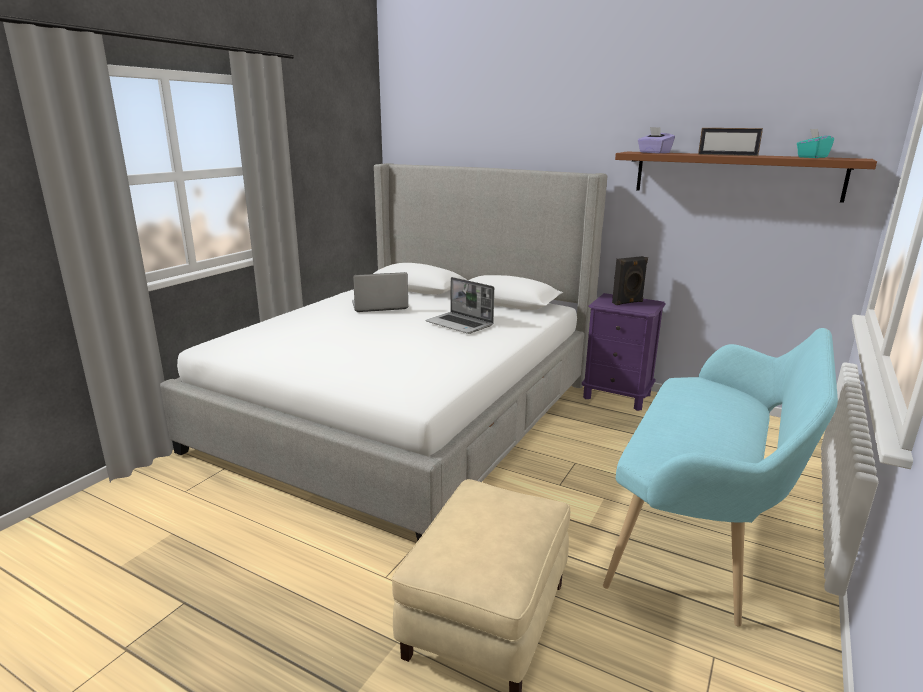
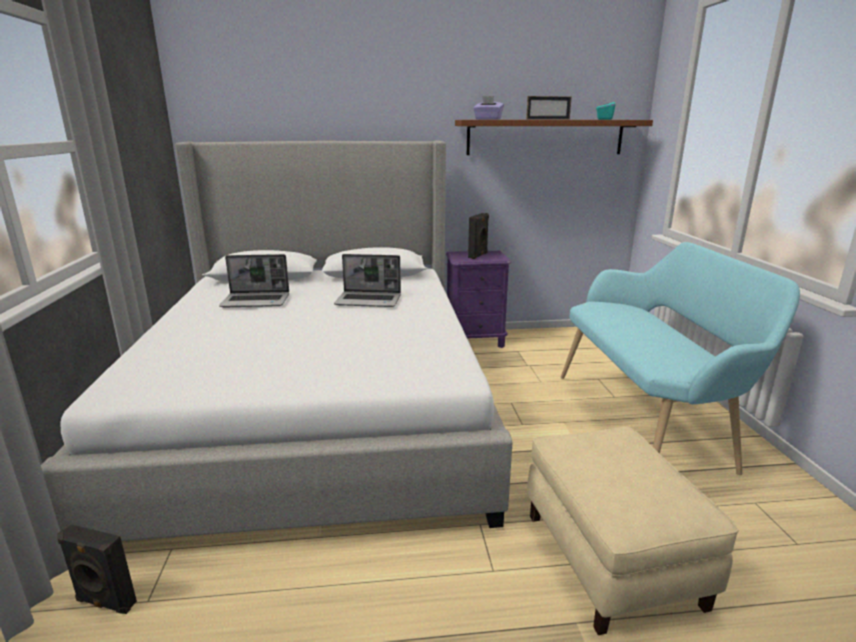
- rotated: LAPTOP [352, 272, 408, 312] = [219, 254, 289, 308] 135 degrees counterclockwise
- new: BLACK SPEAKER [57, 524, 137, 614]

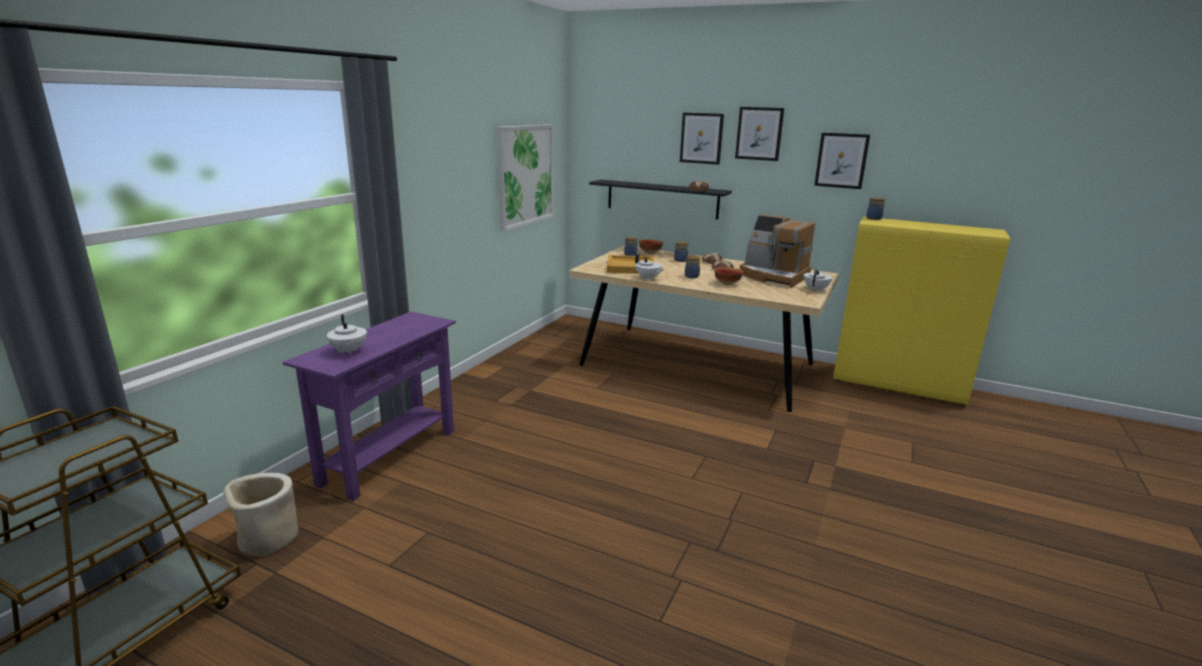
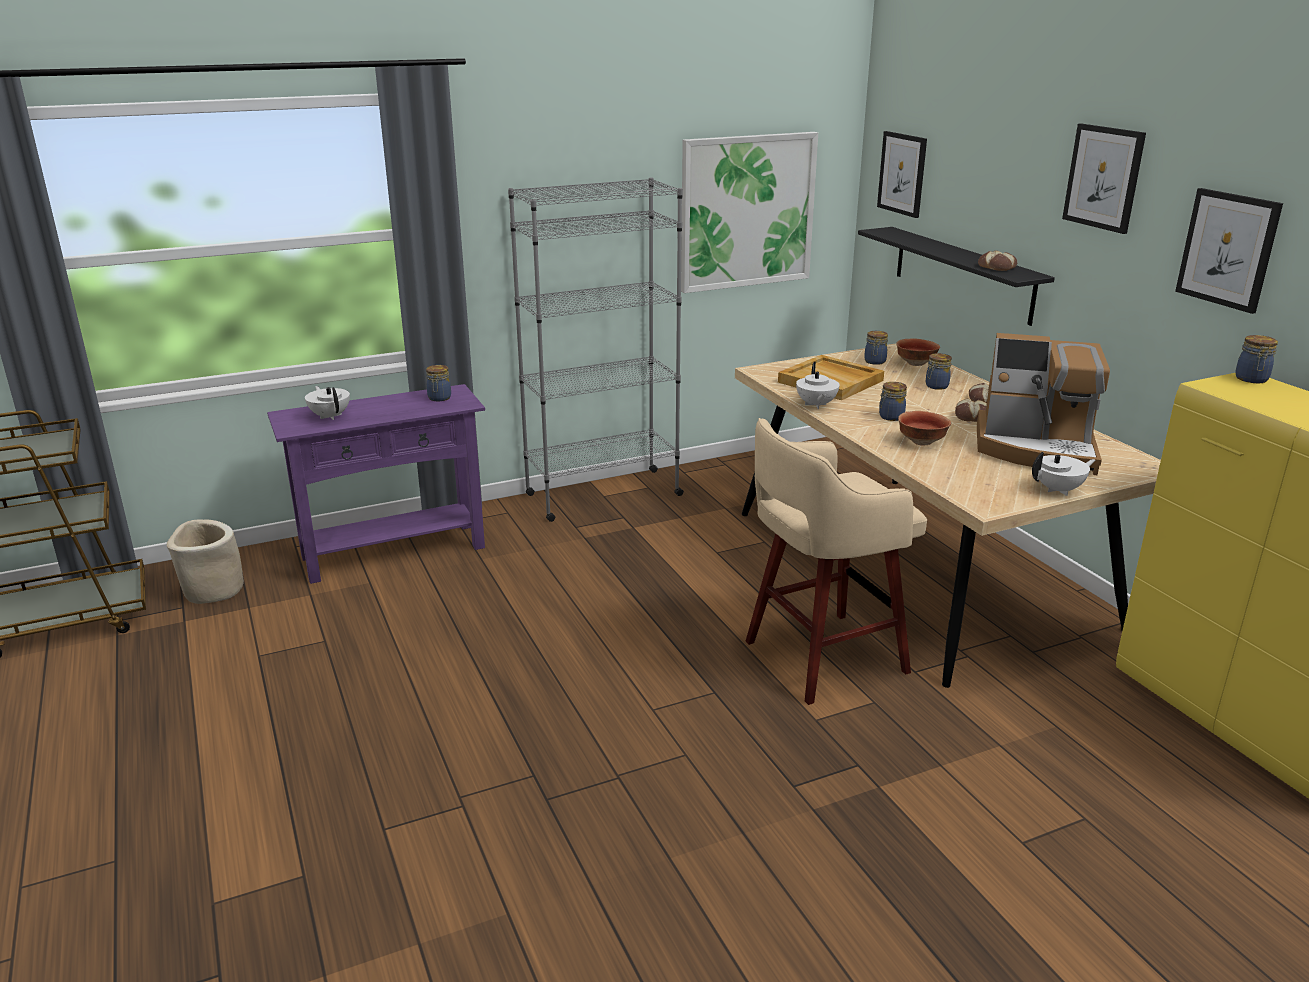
- shifted: PICTURE [680, 112, 724, 165] to [877, 131, 927, 218]
- rotated: COFFEE MACHINE [740, 215, 815, 288] = [977, 333, 1110, 475] 60 degrees counterclockwise
- rotated: WHITE TEAPOT [327, 315, 367, 355] = [305, 386, 350, 420] 135 degrees clockwise
- new: GREY BOOKCASE [508, 178, 684, 522]
- new: JAR [426, 365, 451, 401]
- new: BEIGE STOOL [746, 418, 927, 705]

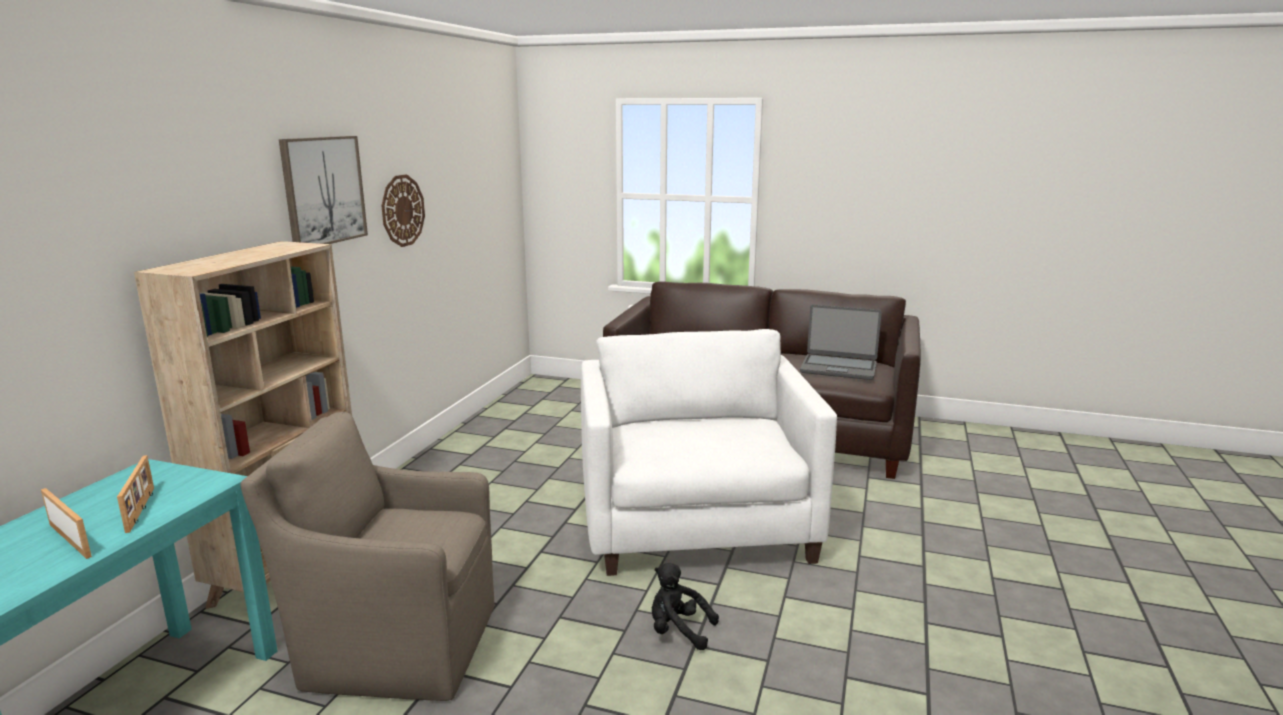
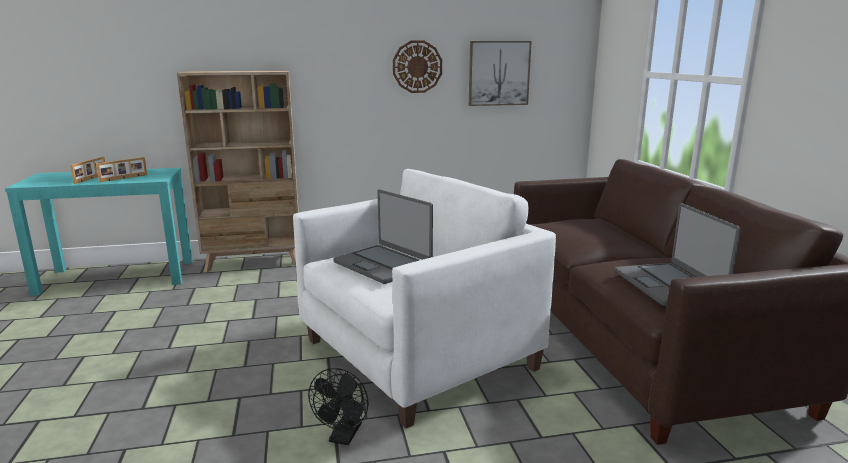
- shifted: PICTURE [279, 136, 368, 244] to [469, 41, 531, 106]
- gone: BROWN ARMCHAIR [240, 412, 494, 701]
- gone: BLACK PLUSH TOY [652, 563, 719, 650]
- new: LAPTOP [334, 189, 433, 284]
- new: BLACK FAN [308, 368, 368, 445]

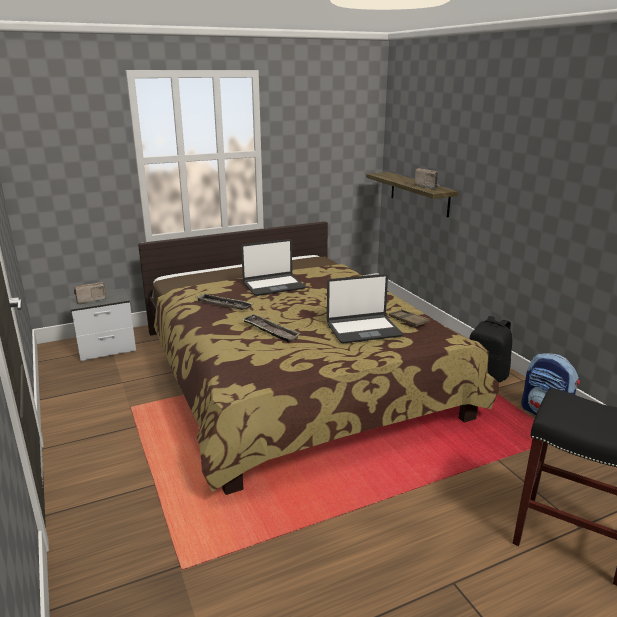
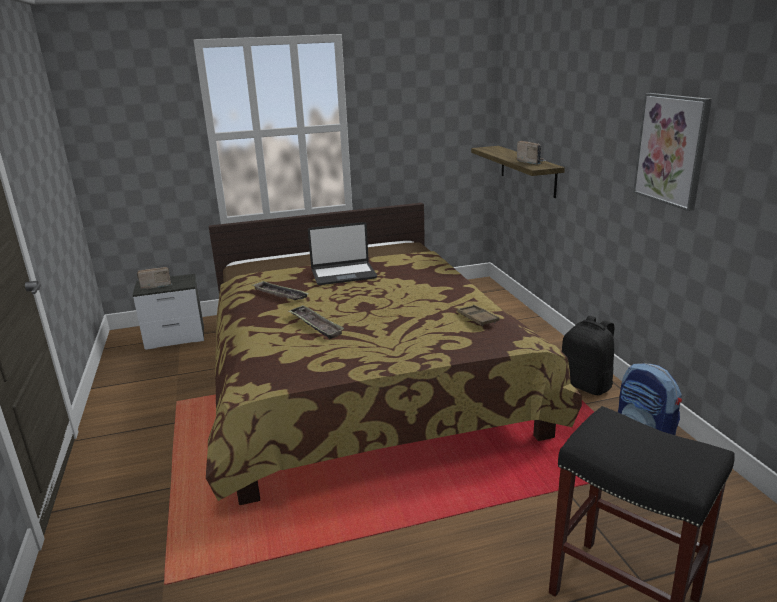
- gone: LAPTOP [327, 274, 403, 343]
- new: PICTURE [633, 93, 712, 211]

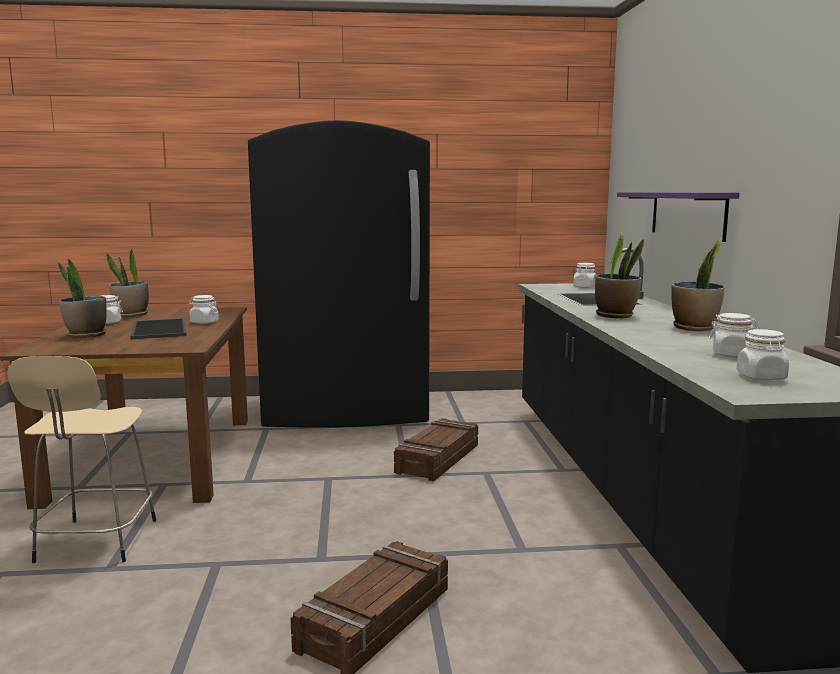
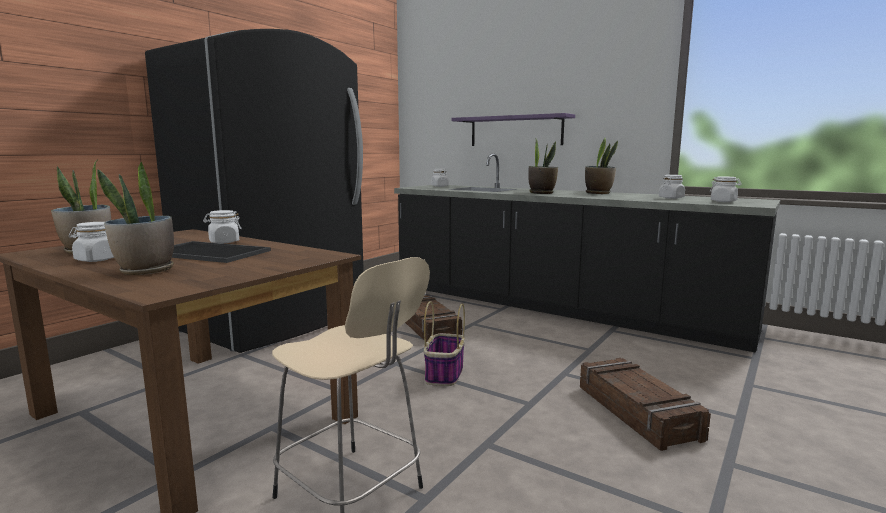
- new: BASKET [424, 301, 465, 386]

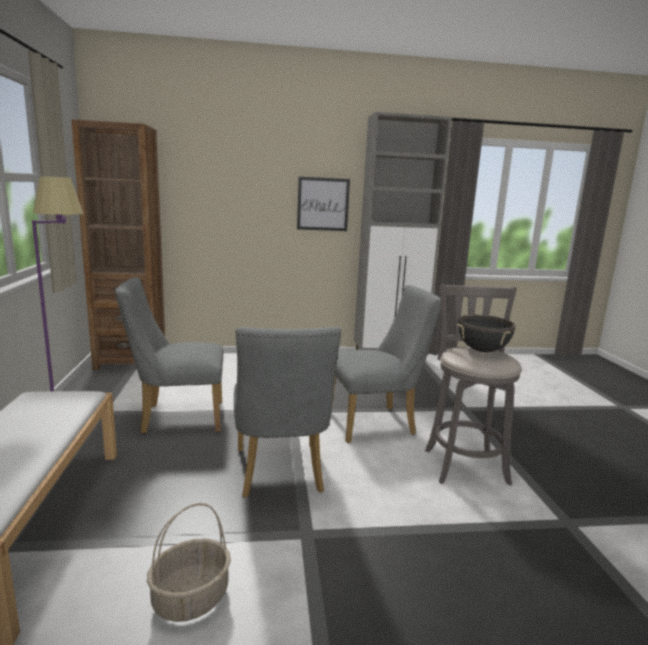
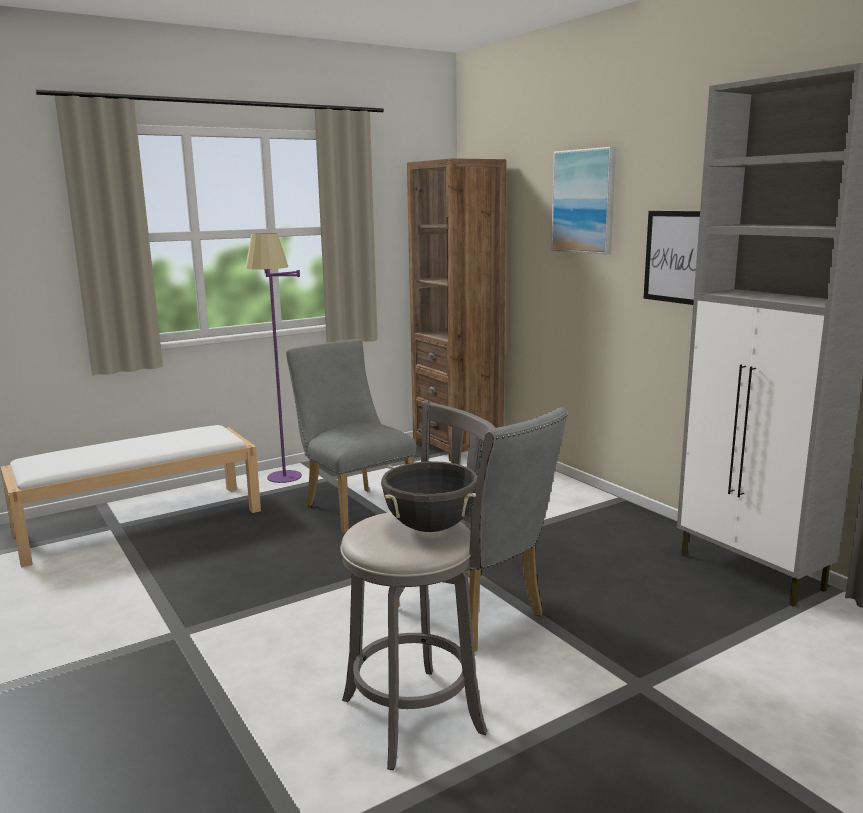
- gone: GREY CHAIR [234, 327, 341, 498]
- gone: BASKET [147, 503, 231, 622]
- new: PICTURE [551, 147, 616, 254]

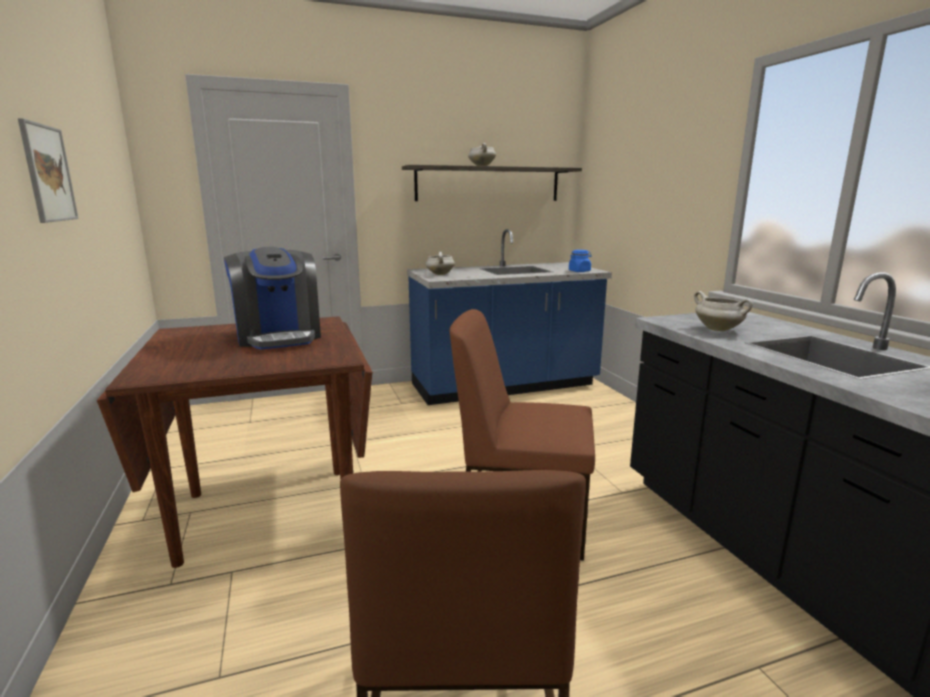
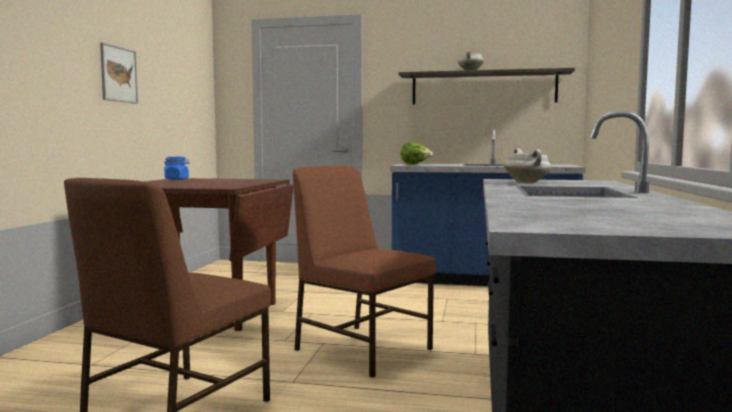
- gone: COFFEE MACHINE [224, 247, 321, 349]
- shifted: BLUE JAR [569, 250, 591, 272] to [164, 157, 189, 180]
- swapped: WHITE COOKING POT [426, 252, 455, 275] to LETTUCE [400, 142, 433, 164]

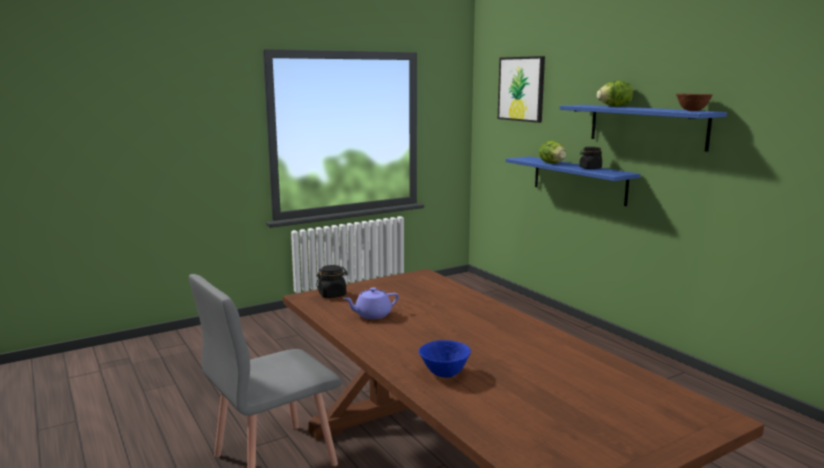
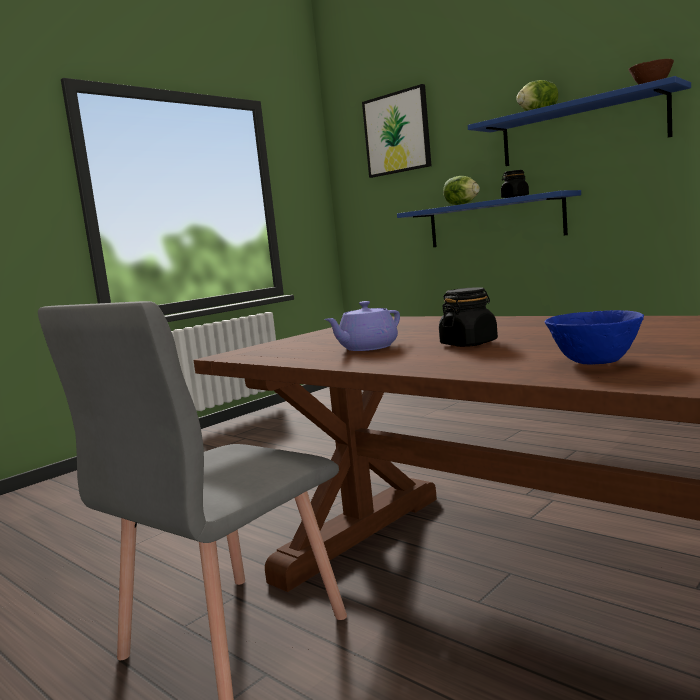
- shifted: BLACK JAR [316, 265, 348, 298] to [439, 287, 498, 347]

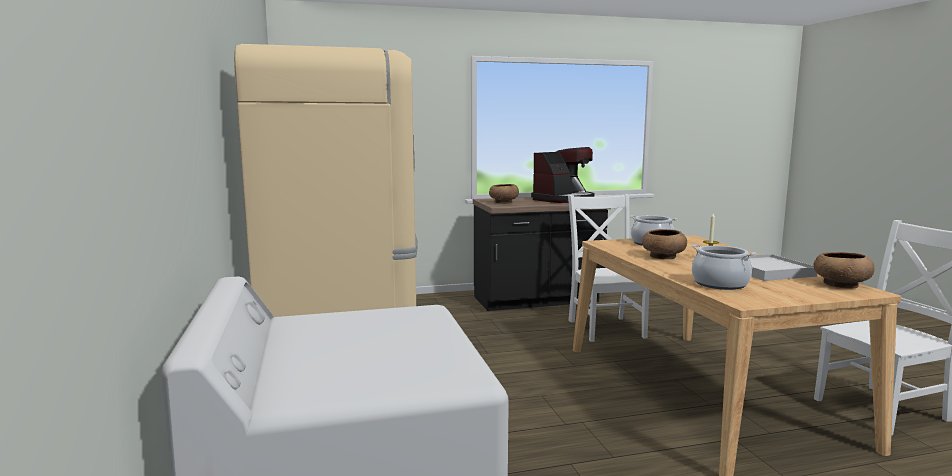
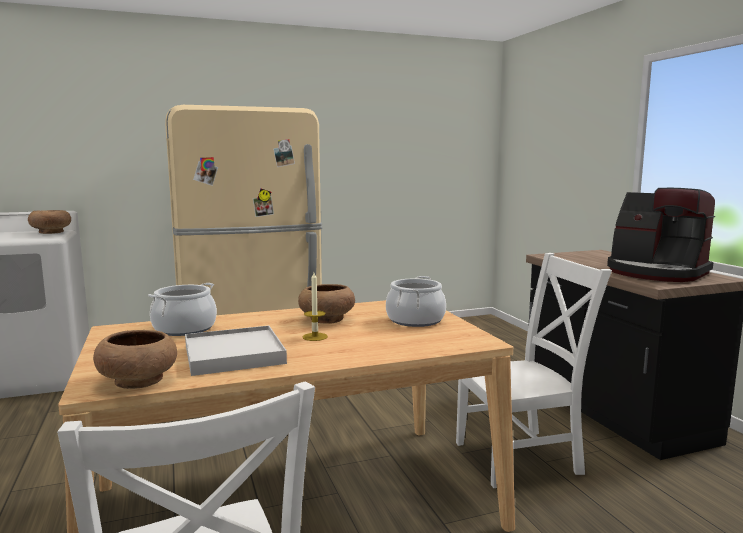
- shifted: BROWN BOWL [489, 184, 519, 204] to [28, 210, 71, 234]

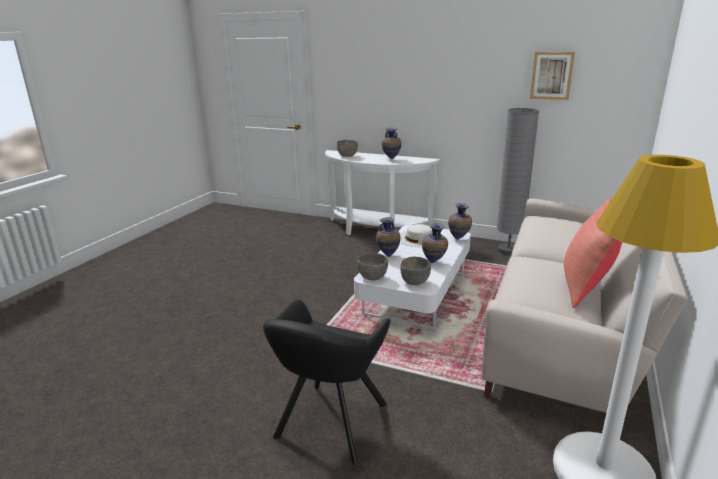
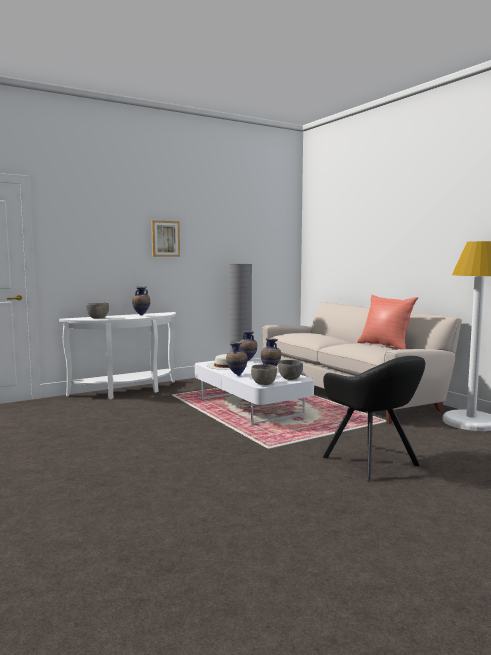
- shifted: PICTURE [530, 52, 575, 100] to [151, 220, 180, 257]

